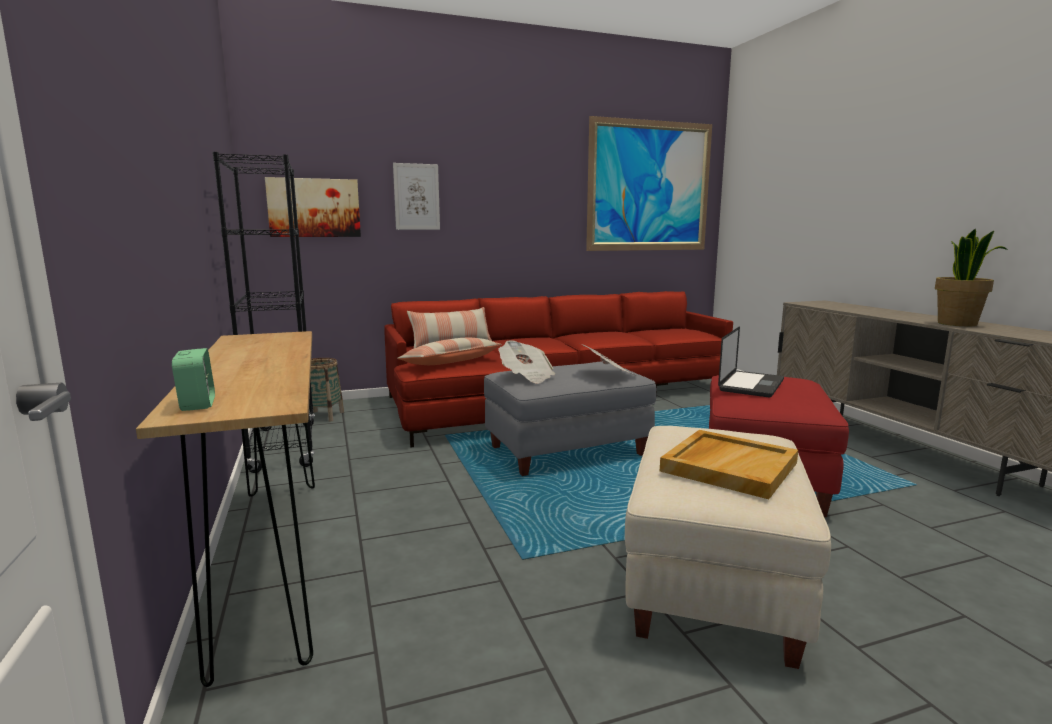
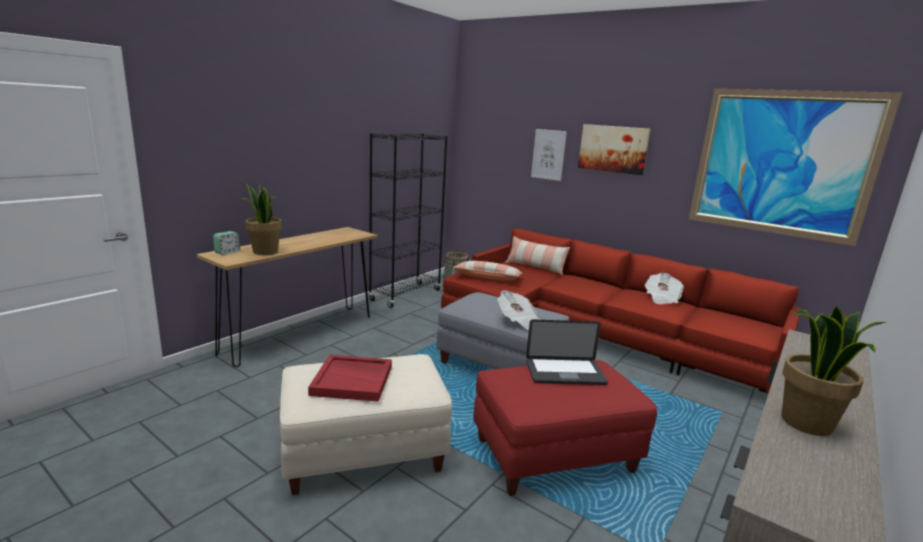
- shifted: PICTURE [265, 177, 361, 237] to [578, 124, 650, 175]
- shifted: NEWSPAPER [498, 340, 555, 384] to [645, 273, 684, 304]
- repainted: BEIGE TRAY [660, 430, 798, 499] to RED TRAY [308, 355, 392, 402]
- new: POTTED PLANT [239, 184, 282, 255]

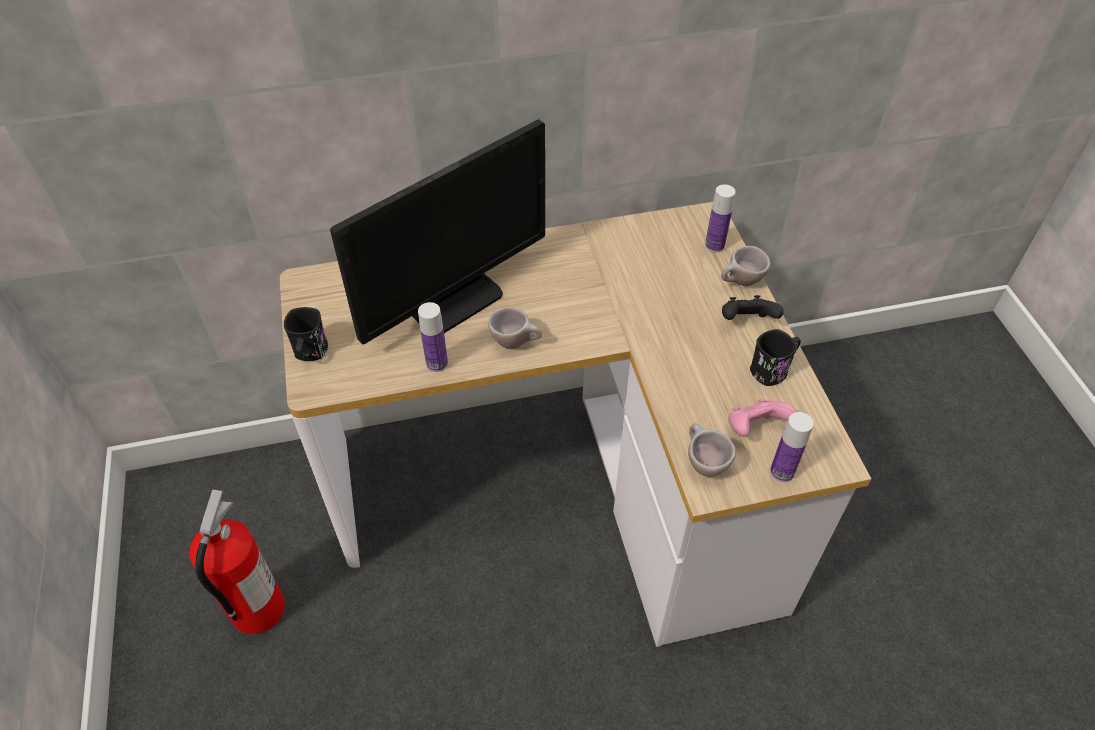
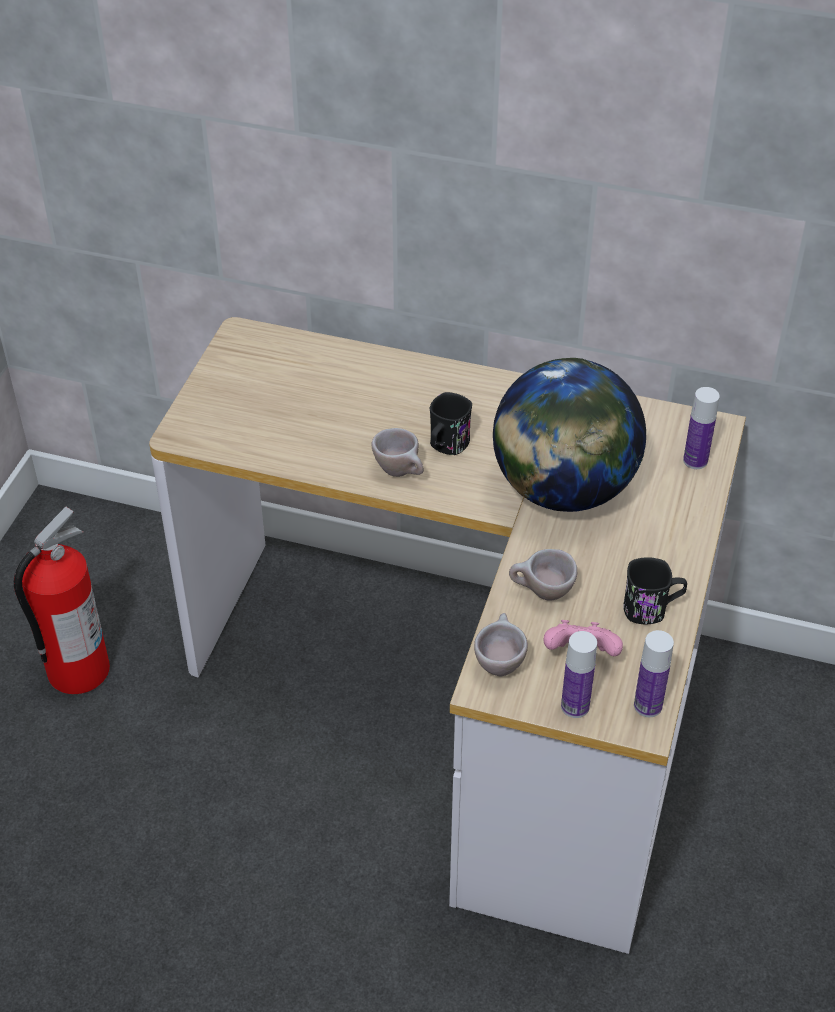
- gone: MONITOR [330, 119, 545, 344]
- shifted: BEIGE CUP [721, 246, 770, 286] to [509, 549, 577, 601]
- gone: BLACK GAME CONTROLLER [722, 295, 784, 320]
- shifted: BOTTLE [418, 302, 448, 372] to [634, 630, 674, 717]
- shifted: BLACK MUG [284, 307, 328, 361] to [430, 392, 472, 455]
- new: GLOBE [493, 358, 646, 512]

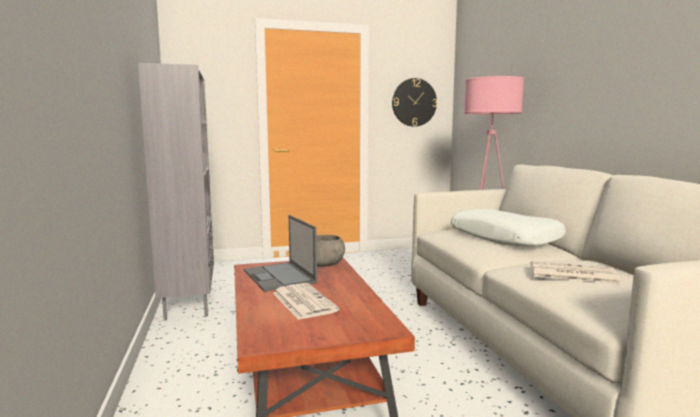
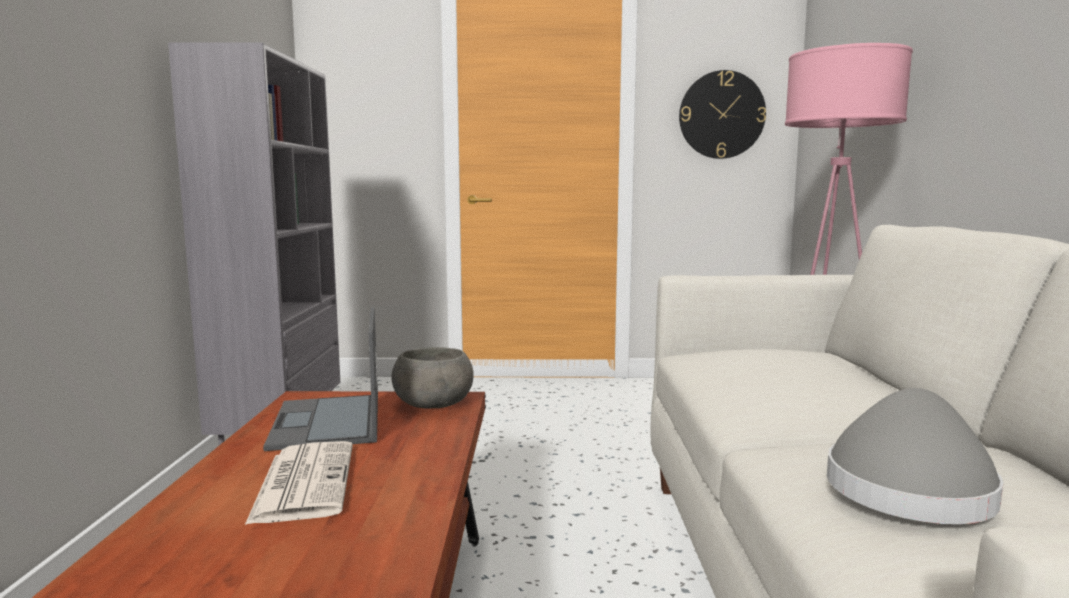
- gone: WHITE PILLOW [451, 209, 566, 246]
- swapped: NEWSPAPER [531, 262, 622, 284] to GREY HAT [827, 388, 1003, 524]

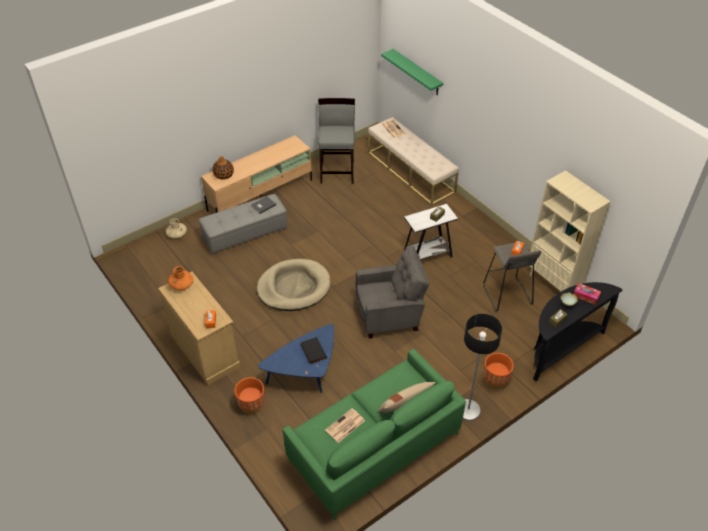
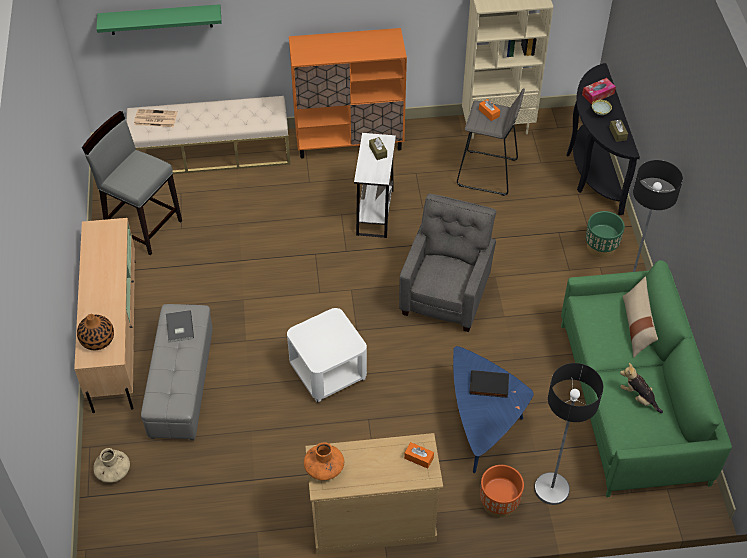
- swapped: BEIGE DOG BED [257, 259, 331, 311] to WHITE SIDE TABLE [287, 308, 367, 402]
- repainted: ORANGE PLANTER [483, 353, 514, 389] to GREEN PLANTER [586, 211, 625, 257]
- swapped: NEWSPAPER [325, 408, 365, 443] to PLUSH TOY [620, 363, 663, 413]
- new: ORANGE CABINET [289, 28, 407, 159]
- new: FLOOR LAMP [534, 363, 603, 505]

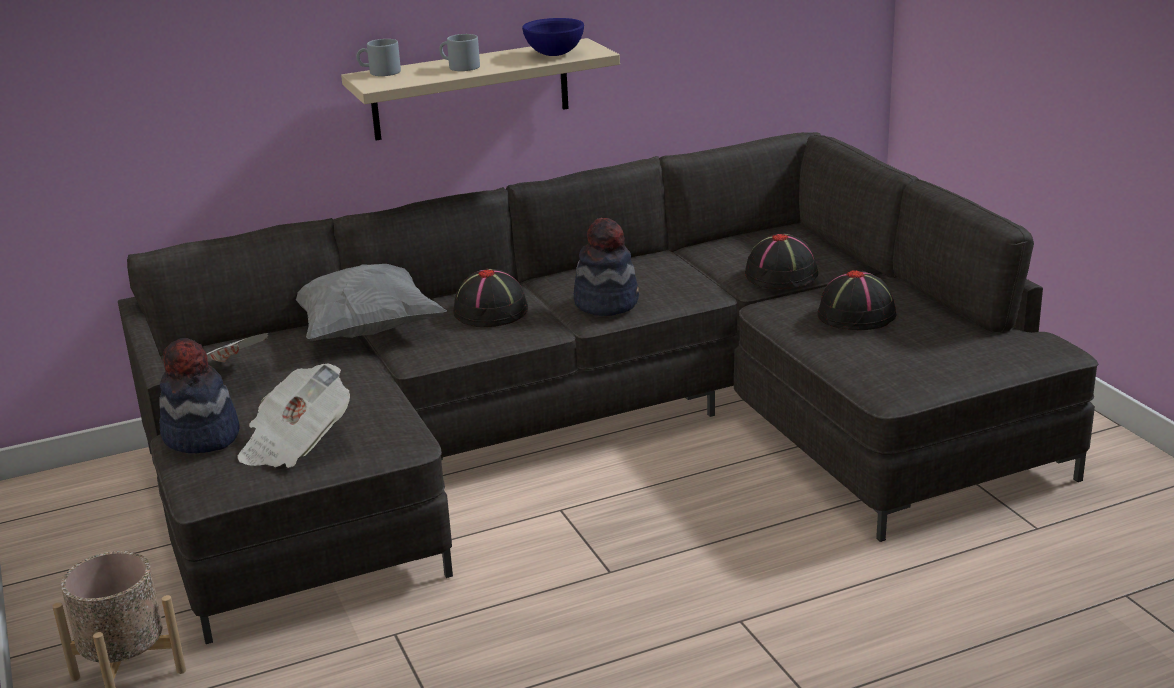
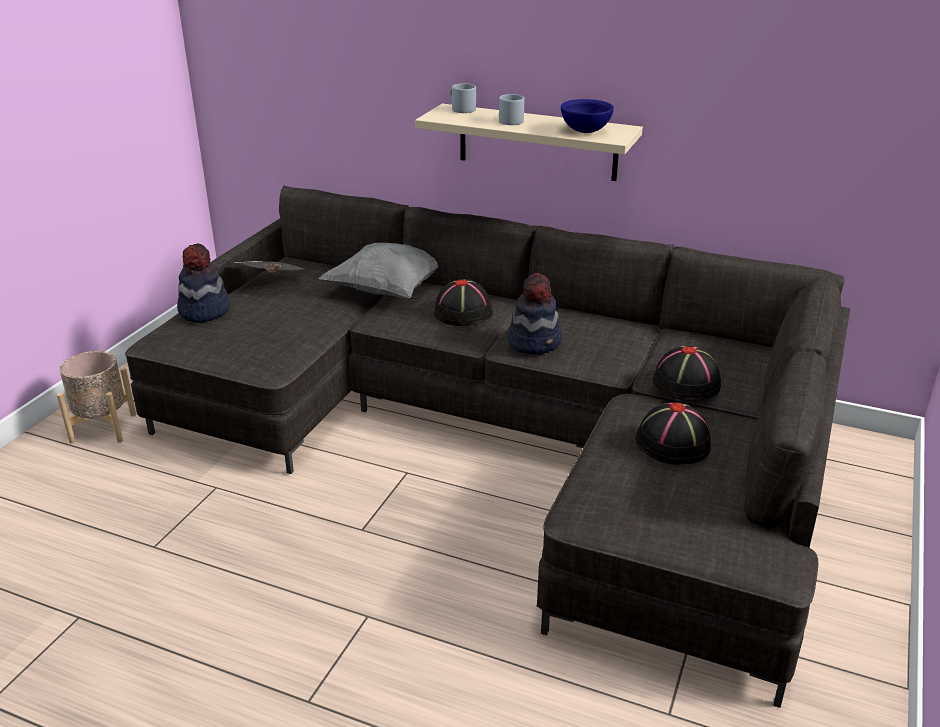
- gone: NEWSPAPER [237, 363, 350, 468]

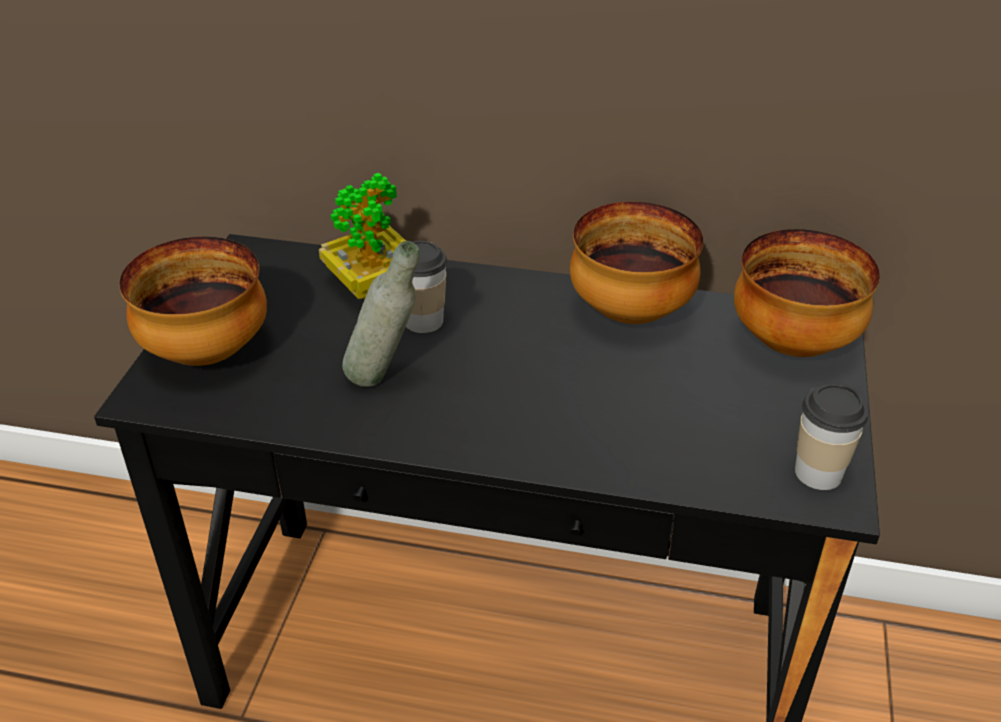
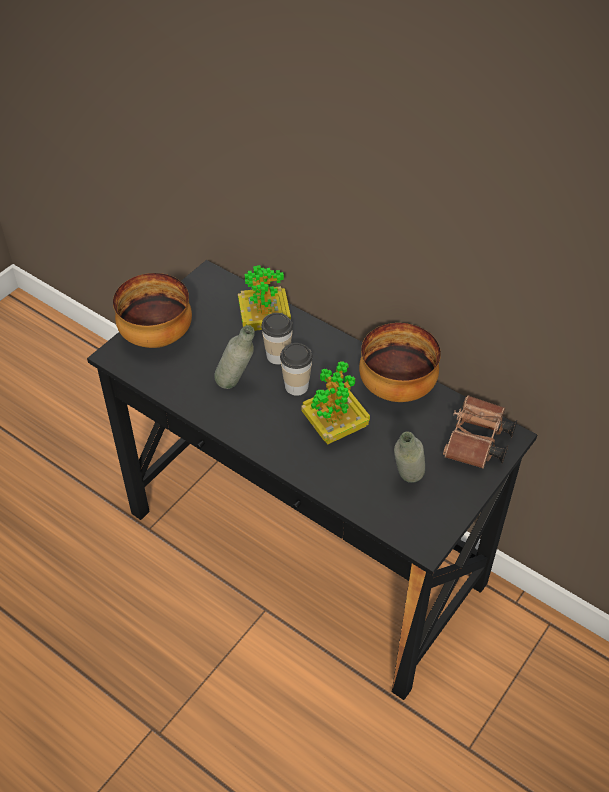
- swapped: BOWL [734, 229, 880, 357] to BROWN BINOCULARS [443, 395, 517, 469]
- shifted: CUP [795, 384, 869, 490] to [280, 343, 313, 396]
- new: POTTED PLANT [301, 361, 370, 445]
- new: GREY BOTTLE [394, 431, 425, 483]

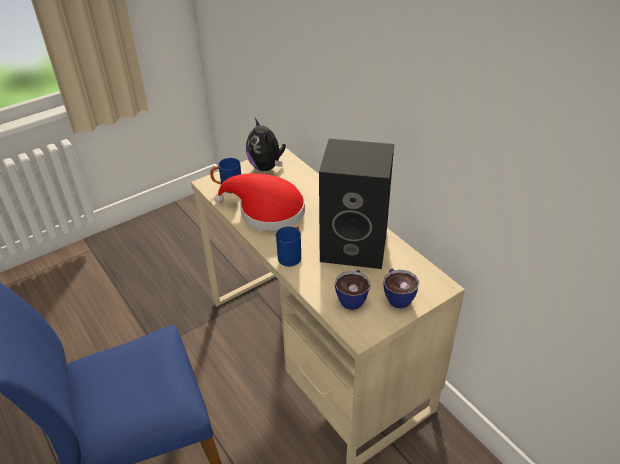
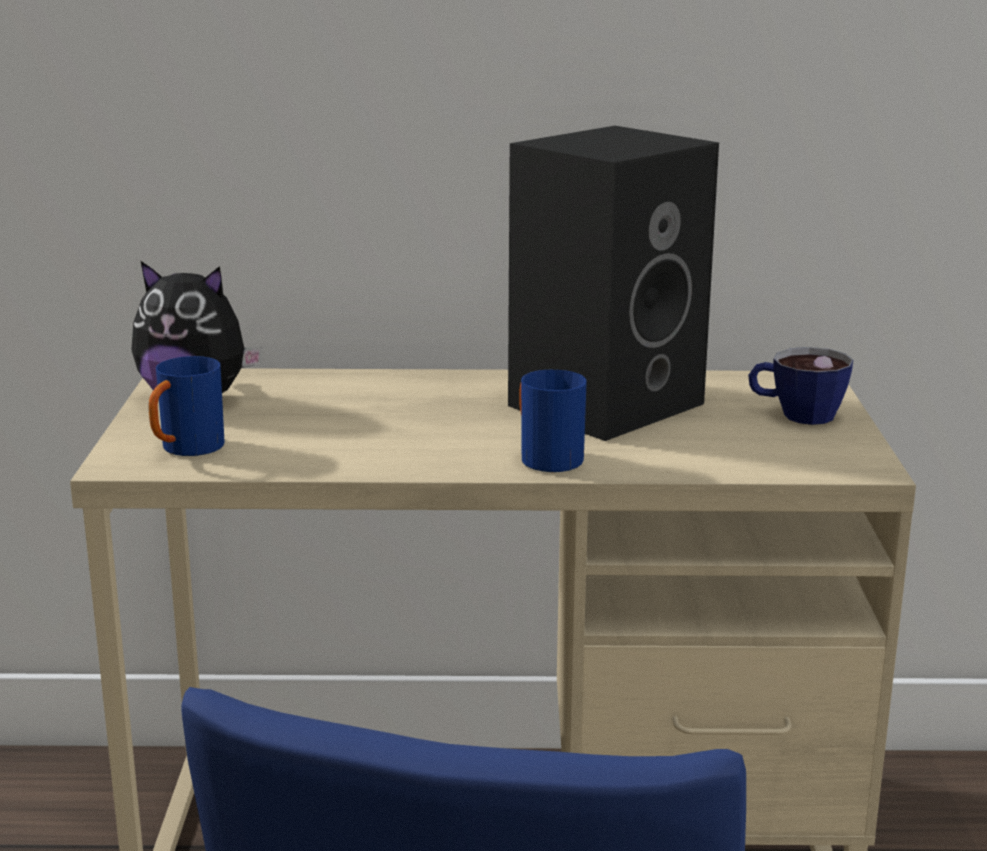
- gone: RED HAT [214, 173, 305, 231]
- gone: CUP [335, 270, 371, 310]

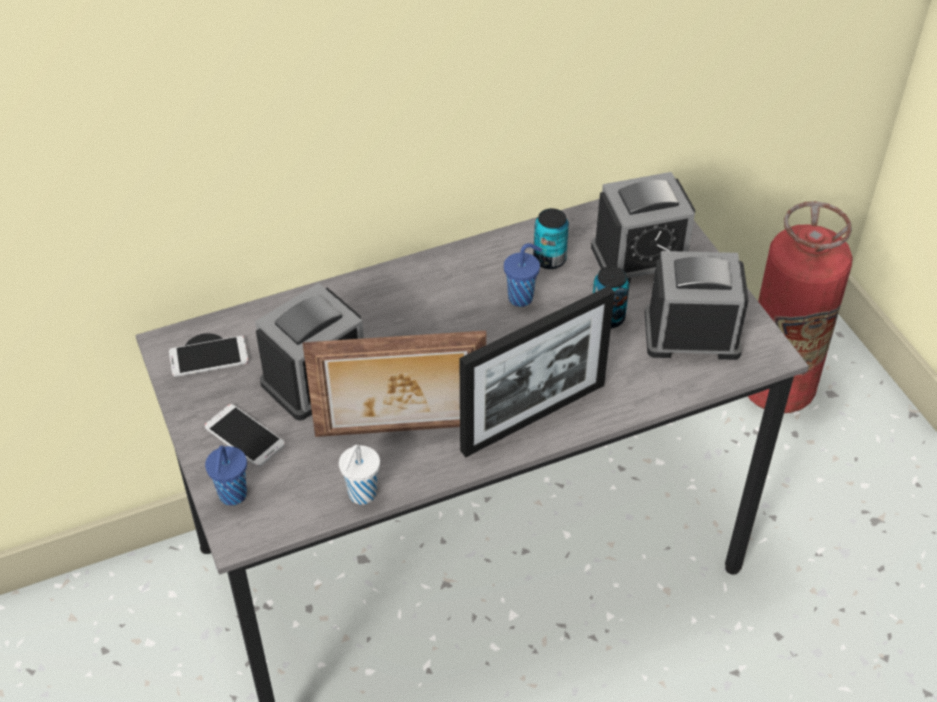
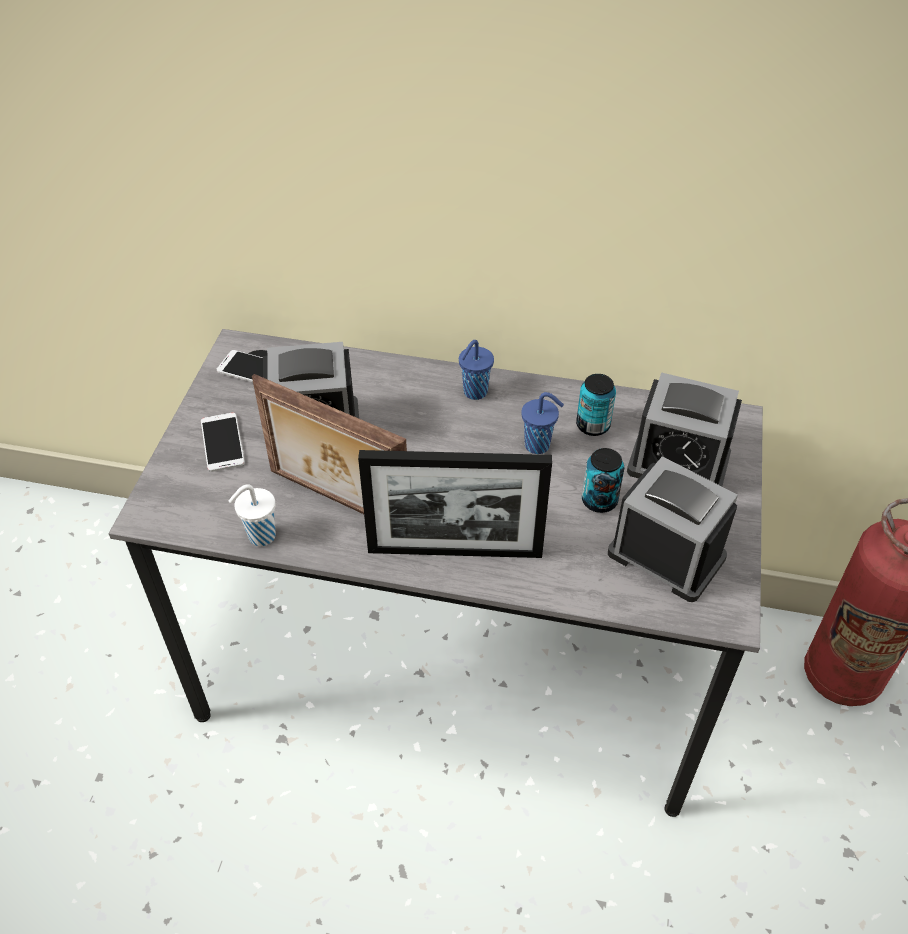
- shifted: BLUE CUP [205, 445, 247, 505] to [459, 340, 494, 400]

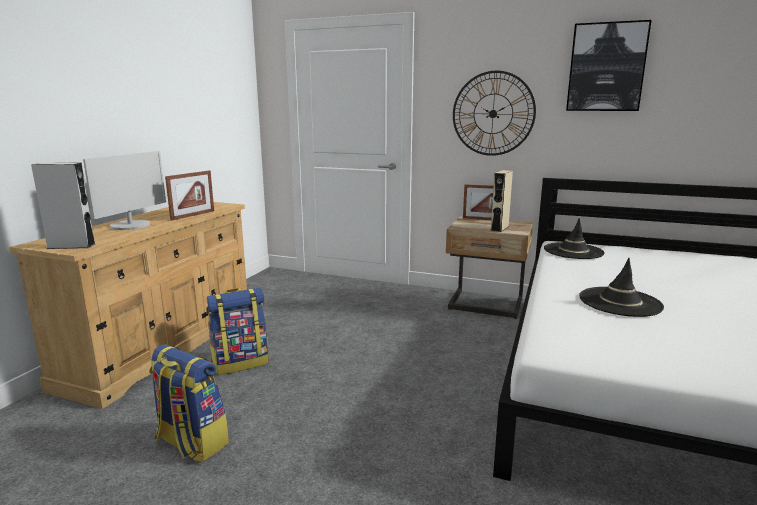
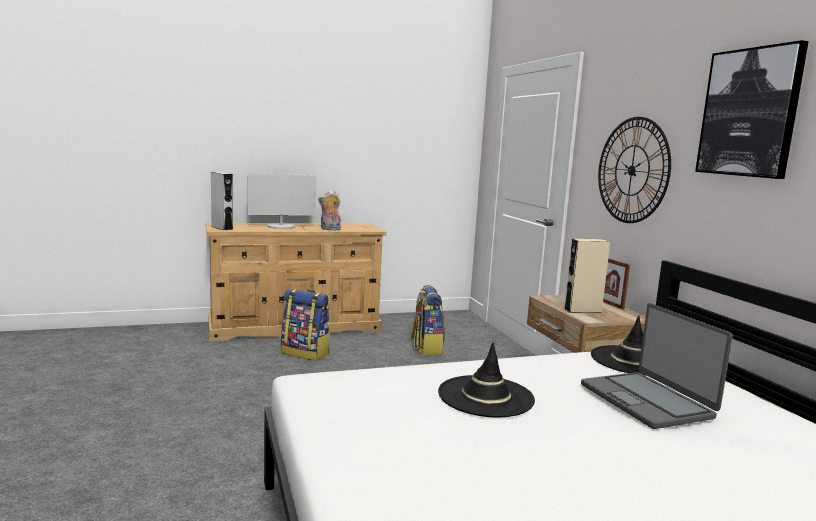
- swapped: PICTURE FRAME [165, 171, 214, 220] to PLUSH TOY [318, 190, 341, 230]
- shifted: BACKPACK [149, 344, 229, 463] to [411, 285, 445, 355]
- new: LAPTOP [581, 303, 733, 429]

